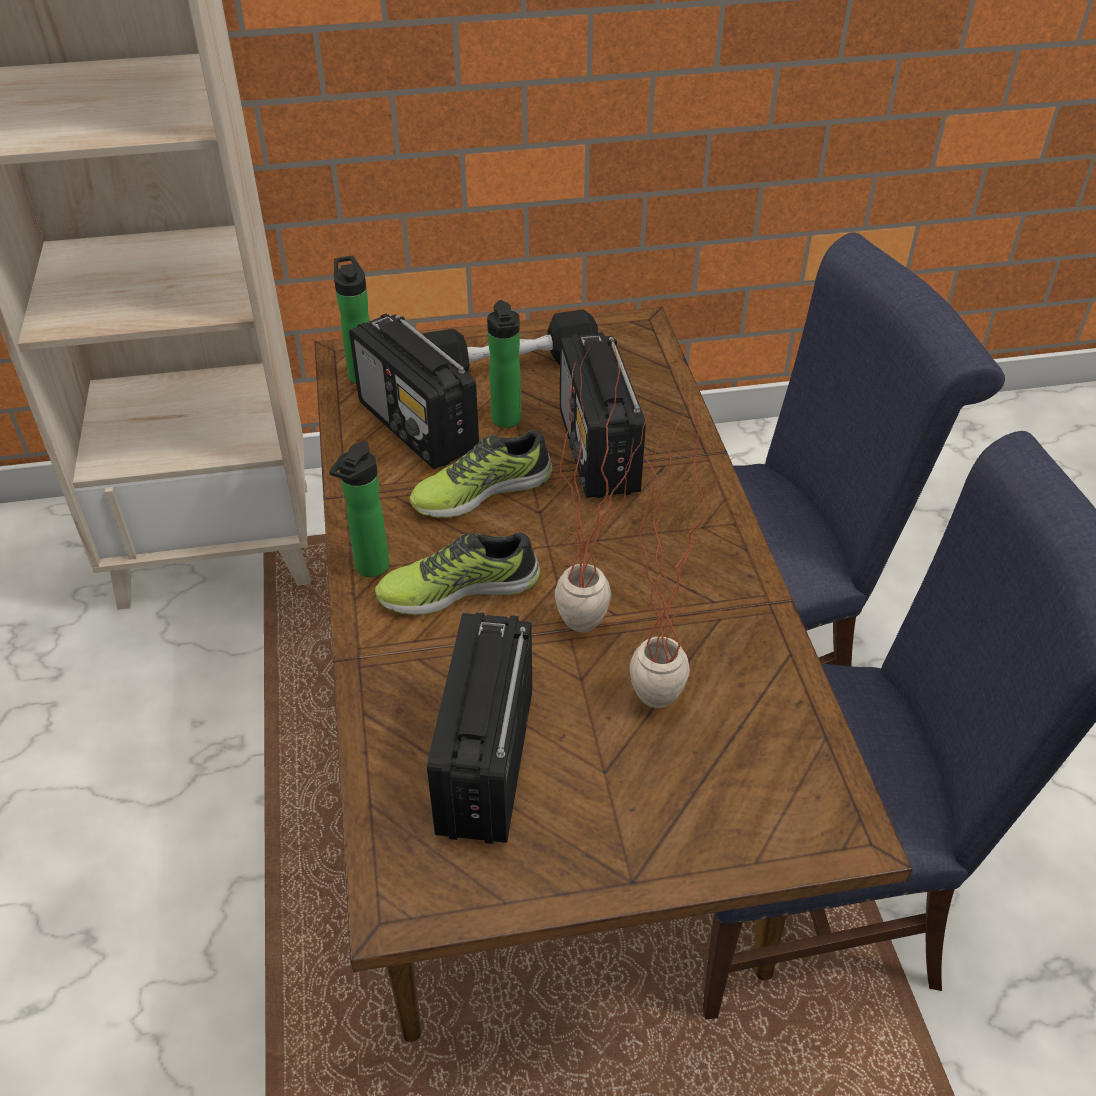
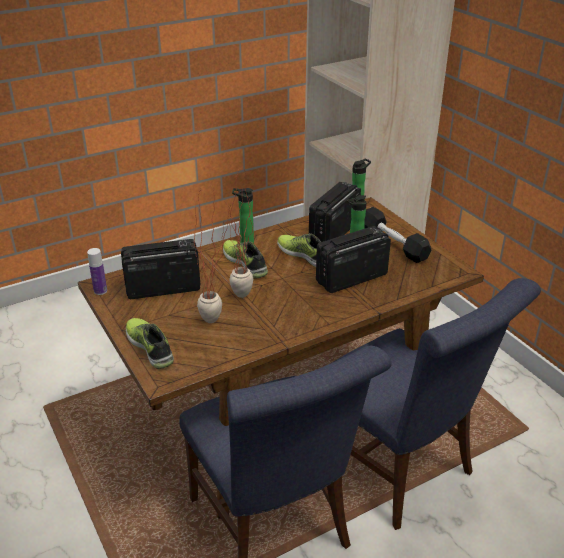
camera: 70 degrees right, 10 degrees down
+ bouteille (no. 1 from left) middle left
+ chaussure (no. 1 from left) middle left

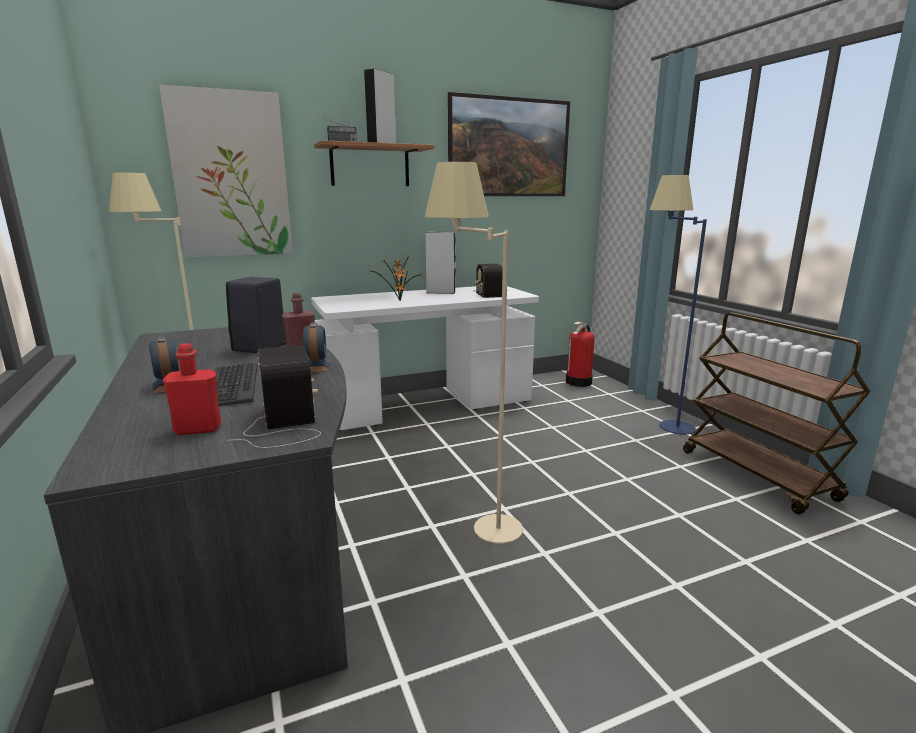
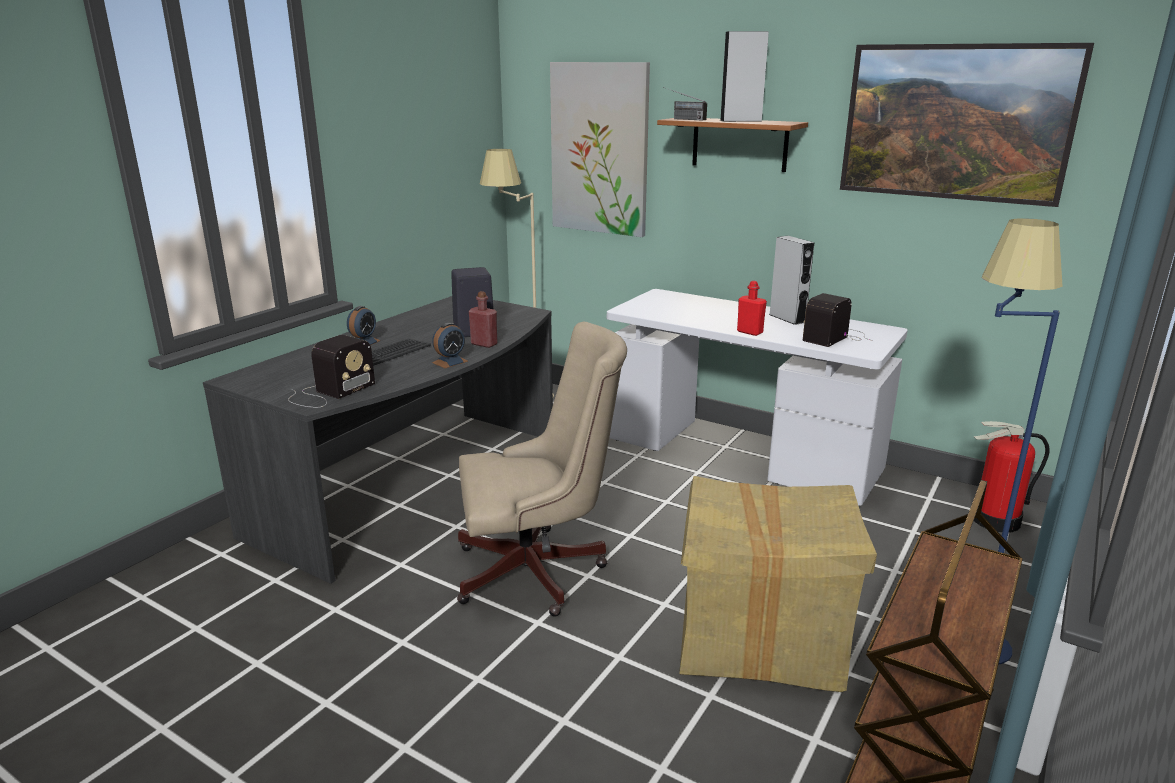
camera: 55 degrees right, 5 degrees up
~ lampadaire (beige) (no. 2 from left) centre to chaise de bureau (beige) centre
+ carton bottom centre
~ bouteille (rouge) (no. 1 from left in the first image) middle left to bouteille (rouge) (no. 2 from left) centre
- plante en pot centre

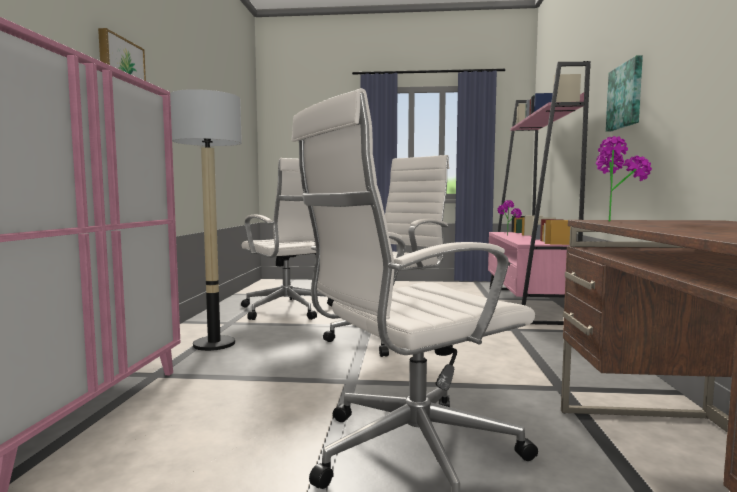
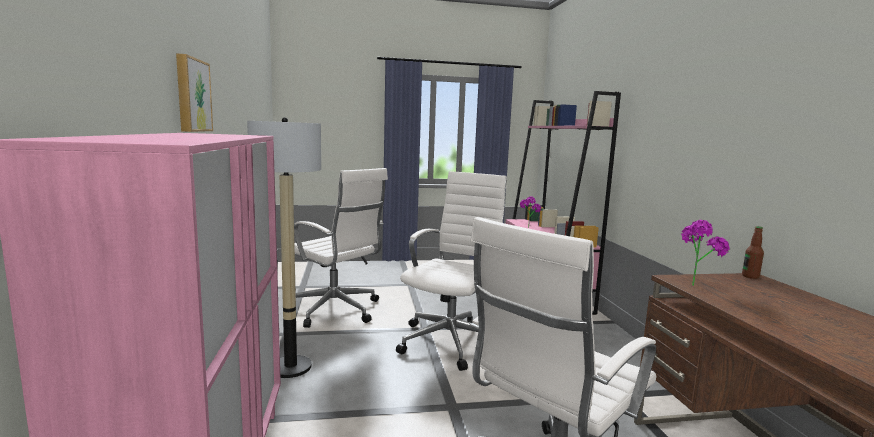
camera: 15 degrees left, 5 degrees up
+ bouteille middle right
- tableau (no. 2 from left) top right

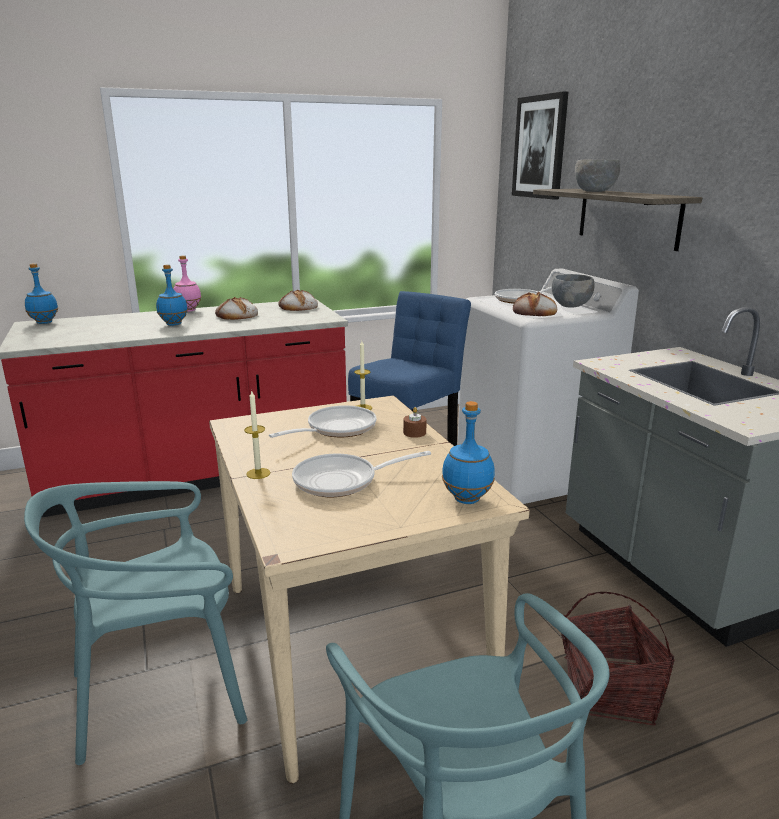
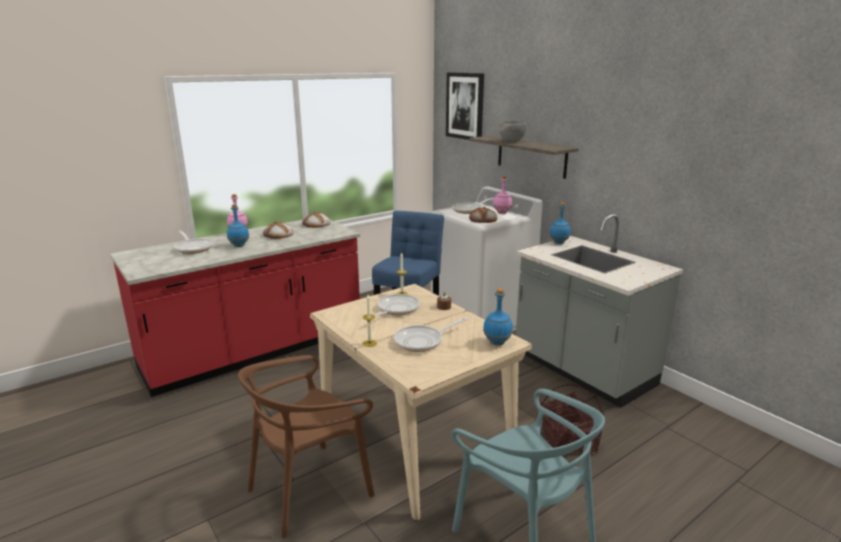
camera: 15 degrees left, 0 degrees up
+ poêle (no. 1 from left) middle left
~ chaise (turquoise) (no. 1 from left) bottom left to chaise (marron) bottom centre
~ bol (gris) (no. 1 from left) middle right to bouteille (rose) (no. 2 from left) centre
~ bouteille (bleu) (no. 1 from left in the first image) middle left to bouteille (bleu) (no. 3 from left) centre

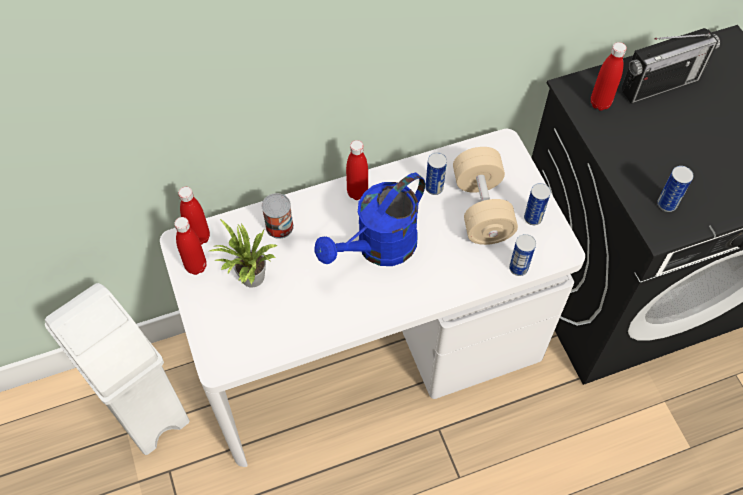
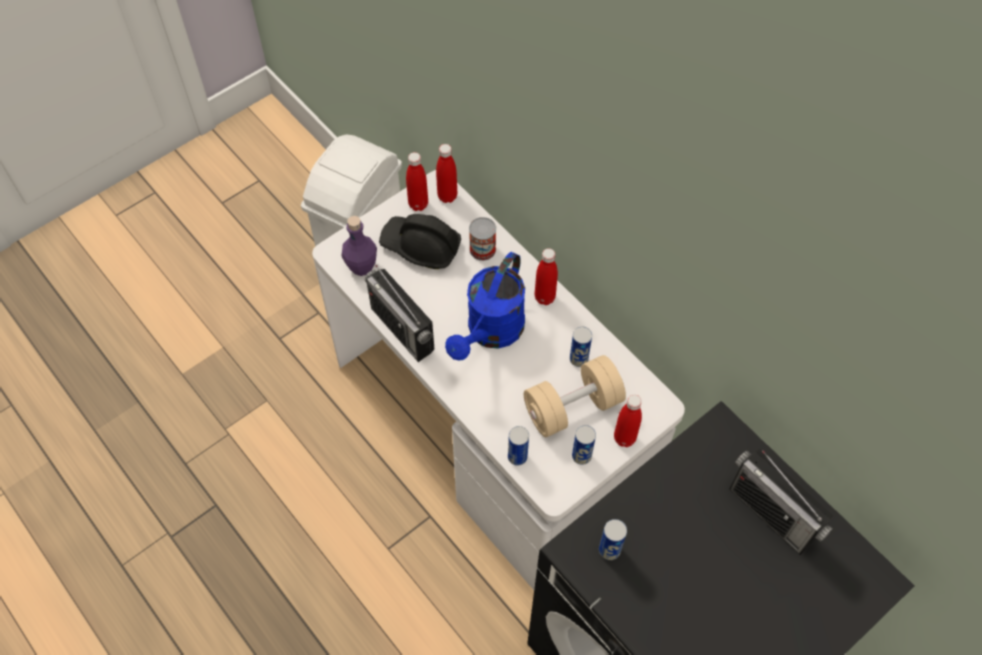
camera: 70 degrees right, 0 degrees up
+ bouteille (violet) centre
+ radio (no. 1 from left) centre
~ plante en pot middle left to casque de chantier (noir) centre
~ arrosoir (bleu) centre = centre 90 degrees counterclockwise
~ bouteille (rouge) (no. 4 from left) top right to centre

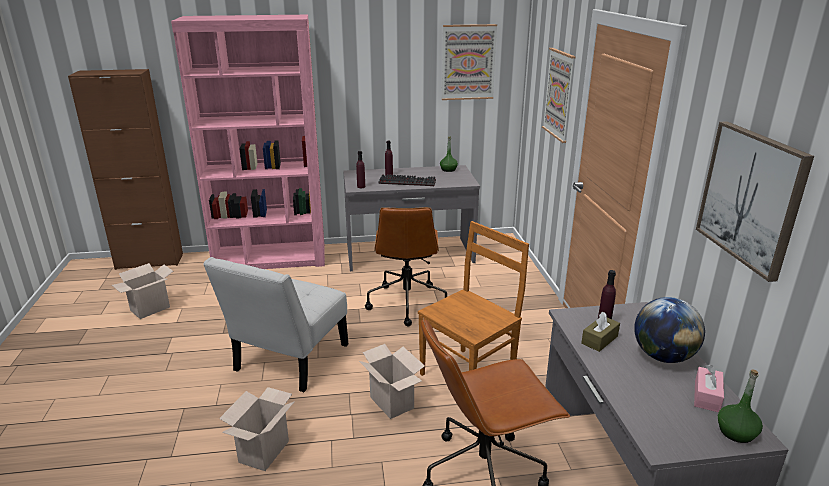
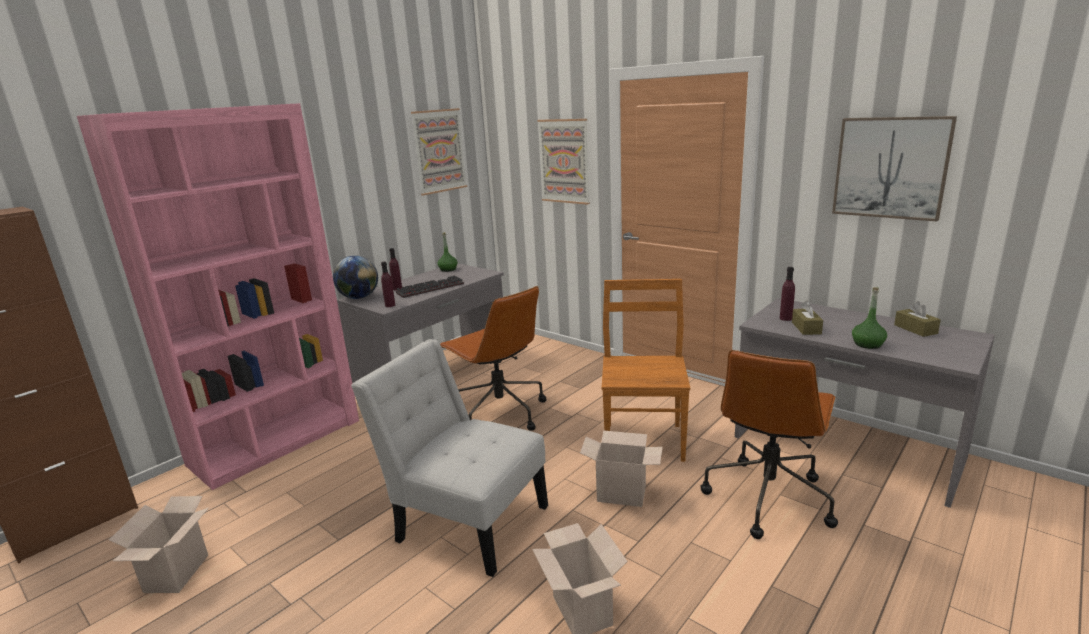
camera: 40 degrees left, 5 degrees down
~ globe bottom right to middle left
~ chaise (blanc) bottom left = bottom centre 135 degrees clockwise
~ bouteille (vert) (no. 2 from left) bottom right to middle right
~ boîte à mouchoirs (rose) bottom right to boîte à mouchoirs (marron) (no. 2 from left) middle right

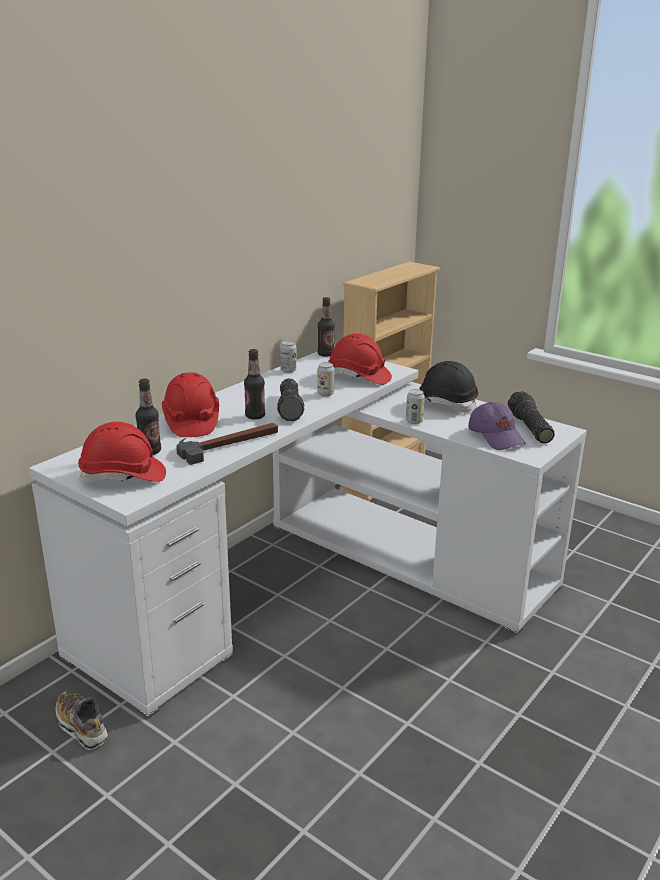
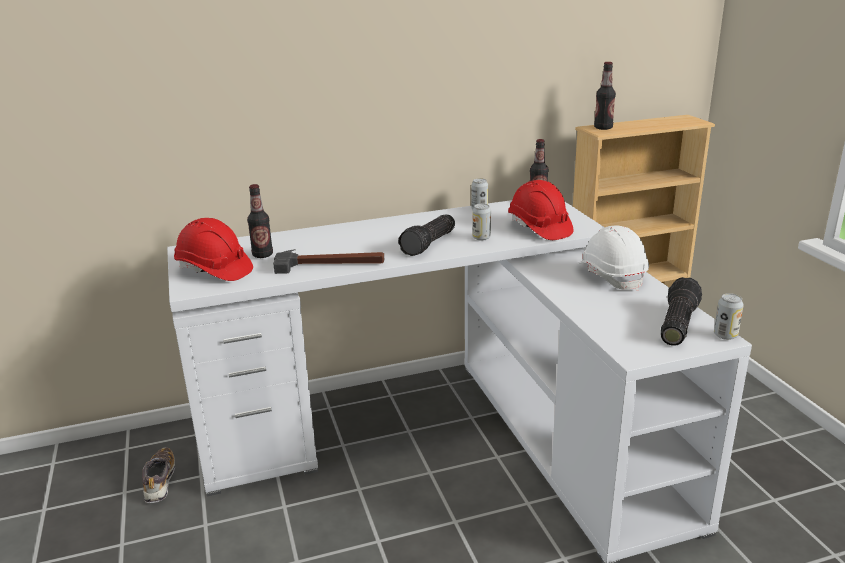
camera: 35 degrees right, 0 degrees up
~ casque de chantier (noir) middle right to casque de chantier (blanc) middle right
~ bouteille (no. 2 from left in the first image) centre to bouteille (no. 3 from left) top right
~ boîte métallique (no. 3 from left) centre to middle right
- casque de chantier (rouge) (no. 2 from left) middle left
- casquette (violet) middle right

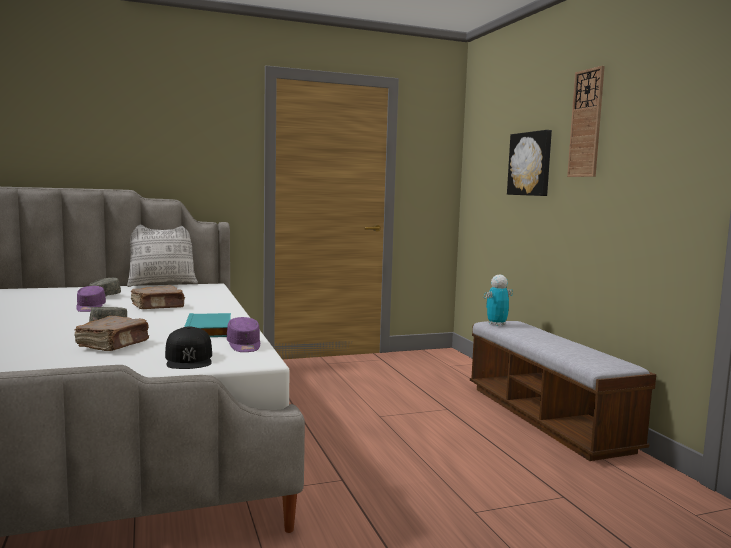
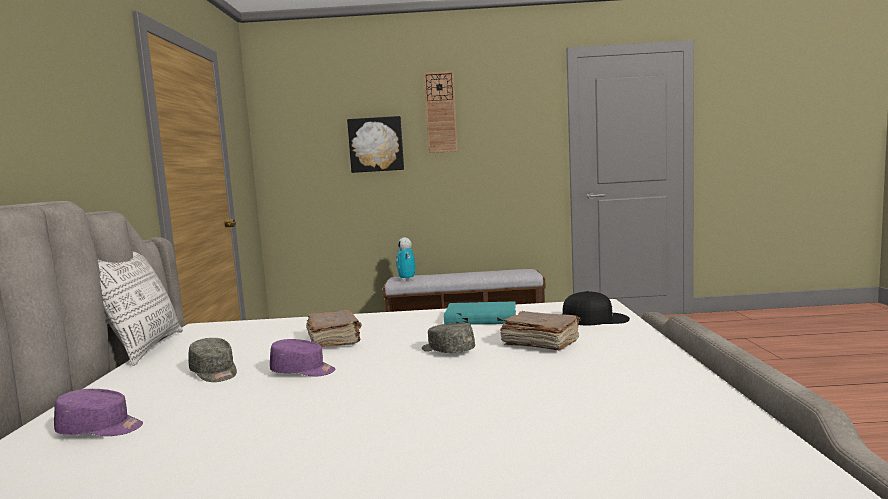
camera: 70 degrees left, 0 degrees up
~ casquette (violet) (no. 2 from left in the first image) middle left to casquette (violet) (no. 1 from left) bottom left

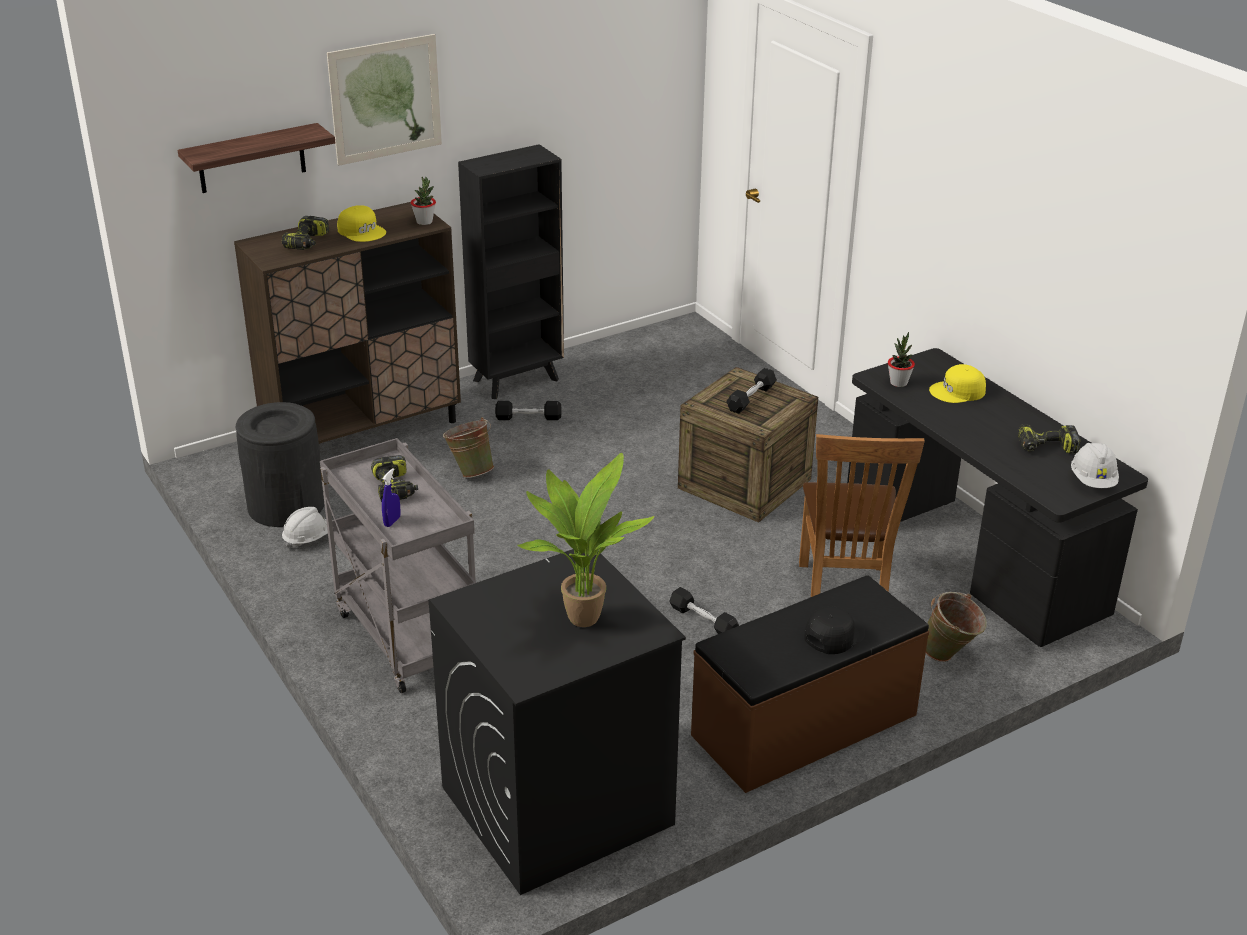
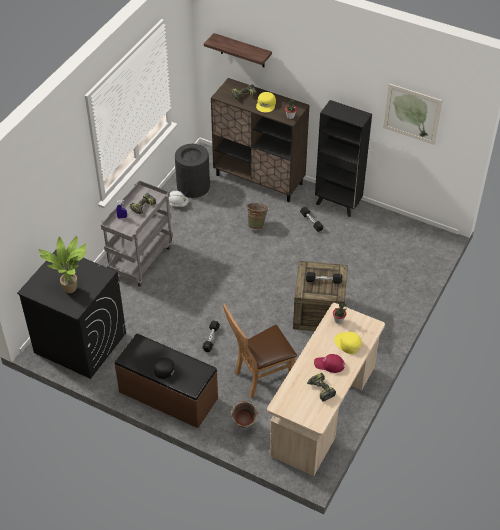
camera: 60 degrees right, 15 degrees up
~ bureau (noir) middle right to bureau (beige) bottom centre
+ casquette (rouge) bottom centre
~ tableau top left to top right
- casque de chantier (blanc) (no. 2 from left) middle right

